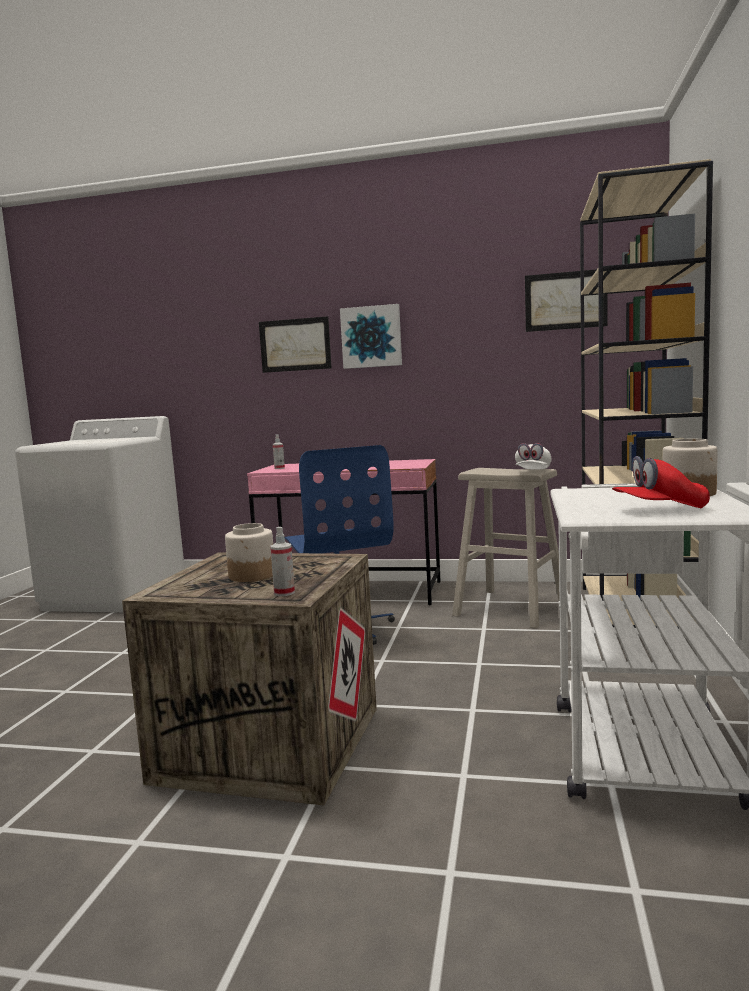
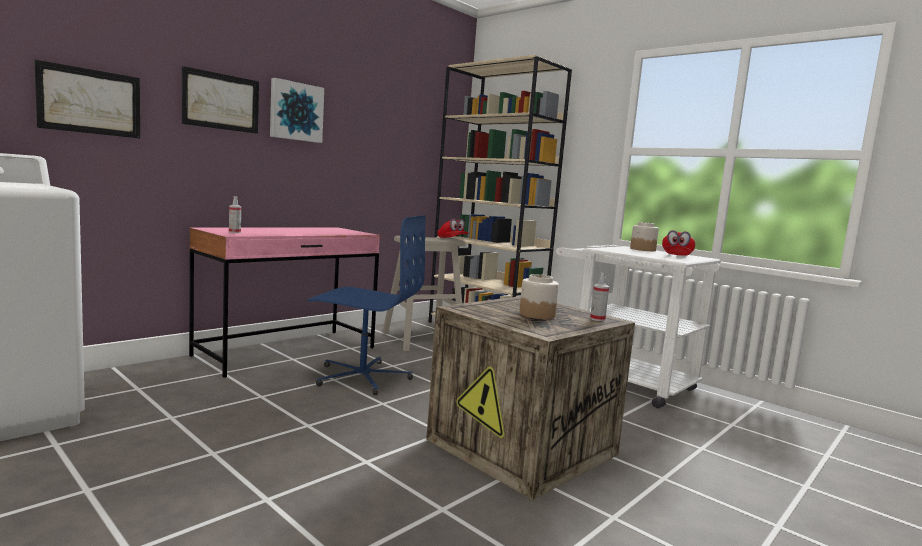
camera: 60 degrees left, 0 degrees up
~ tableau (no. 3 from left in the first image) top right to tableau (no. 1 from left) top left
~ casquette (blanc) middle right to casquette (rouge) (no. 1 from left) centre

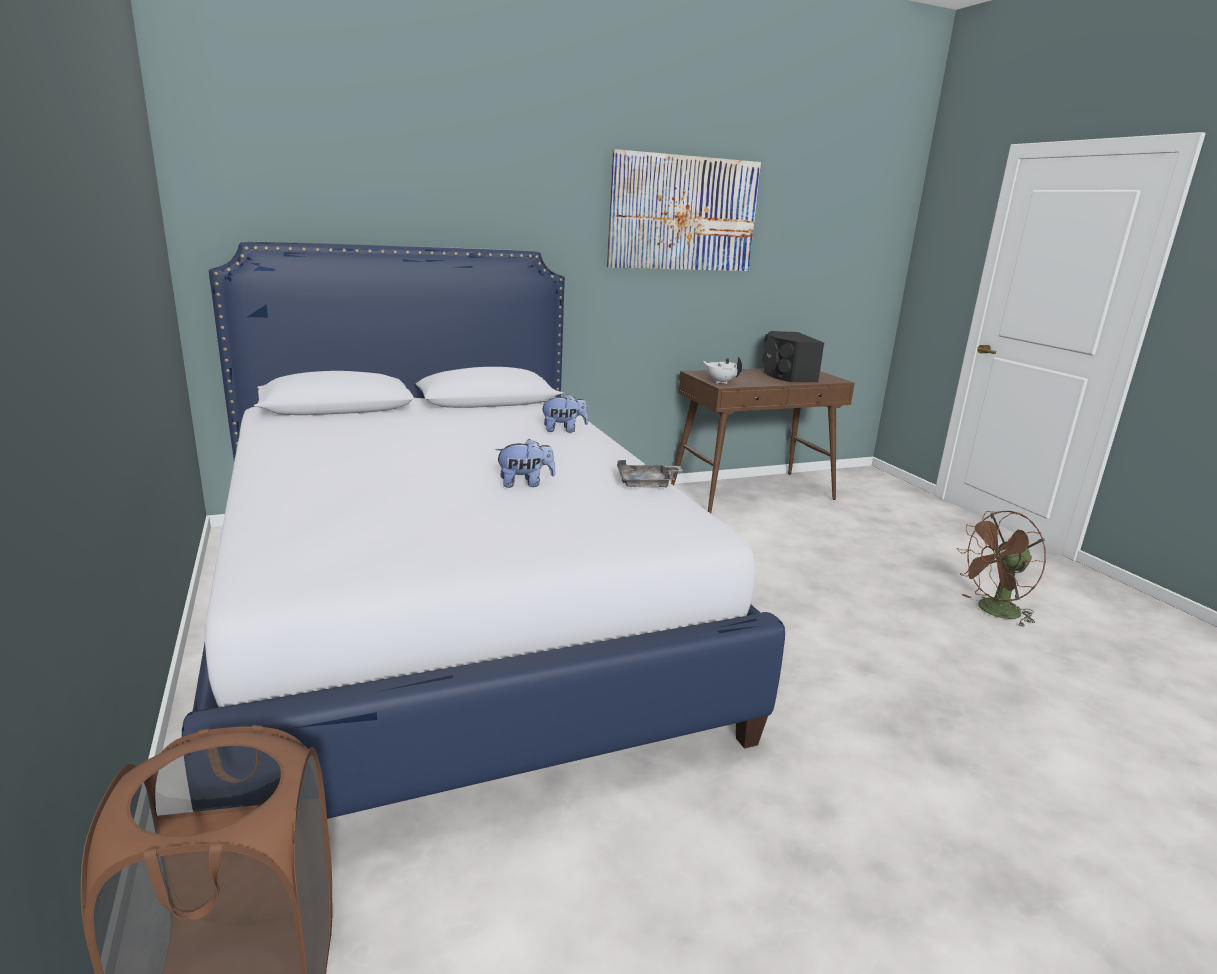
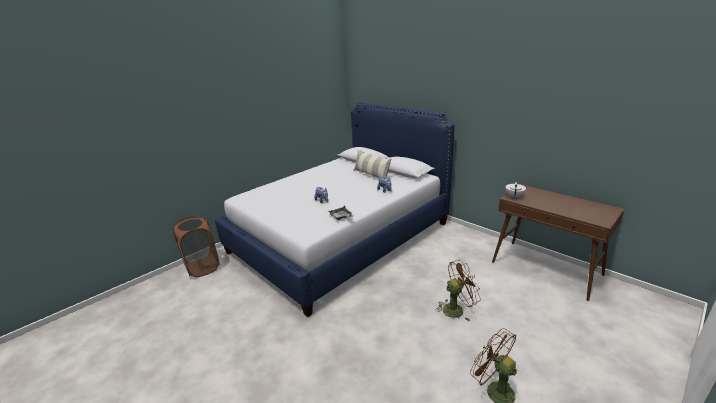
camera: 70 degrees right, 5 degrees up
+ coussin centre
+ ventilateur (marron) (no. 1 from left) bottom centre
- tableau top centre
- enceinte (noir) centre

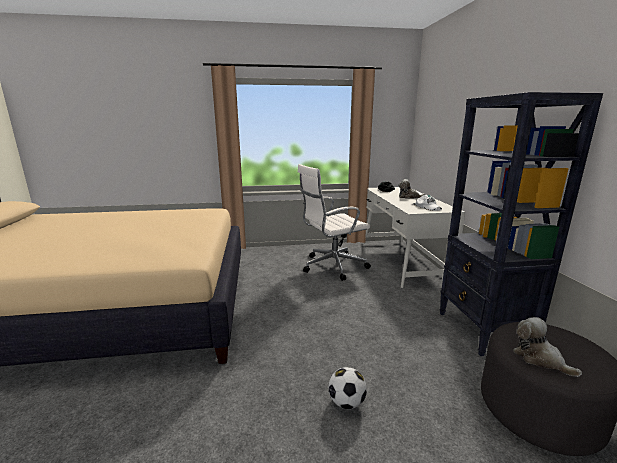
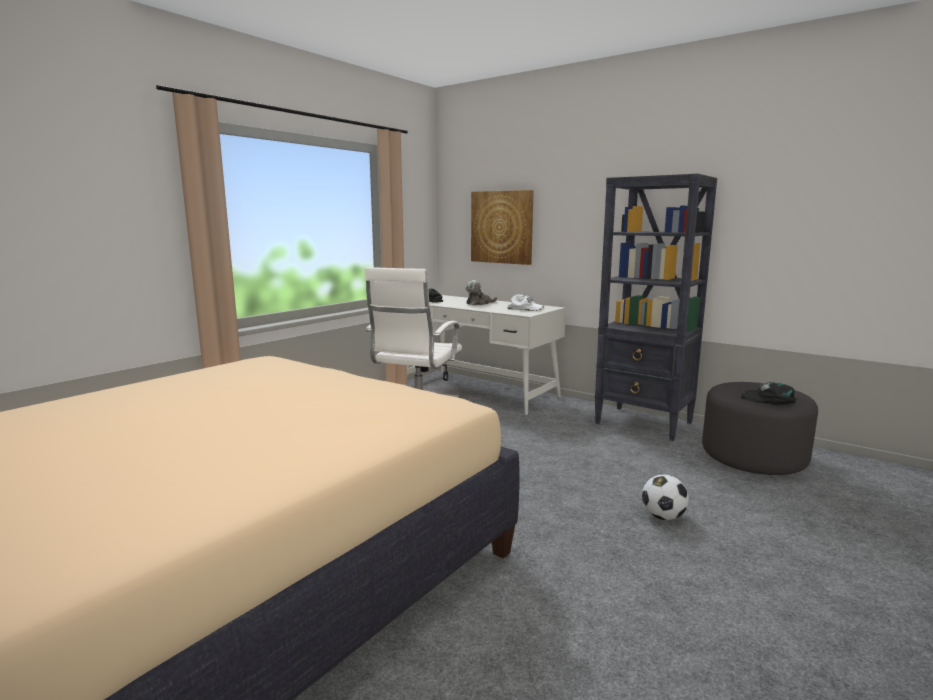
camera: 45 degrees left, 5 degrees down
+ tableau top centre
~ peluche (no. 2 from left) bottom right to casquette (noir) (no. 2 from left) middle right

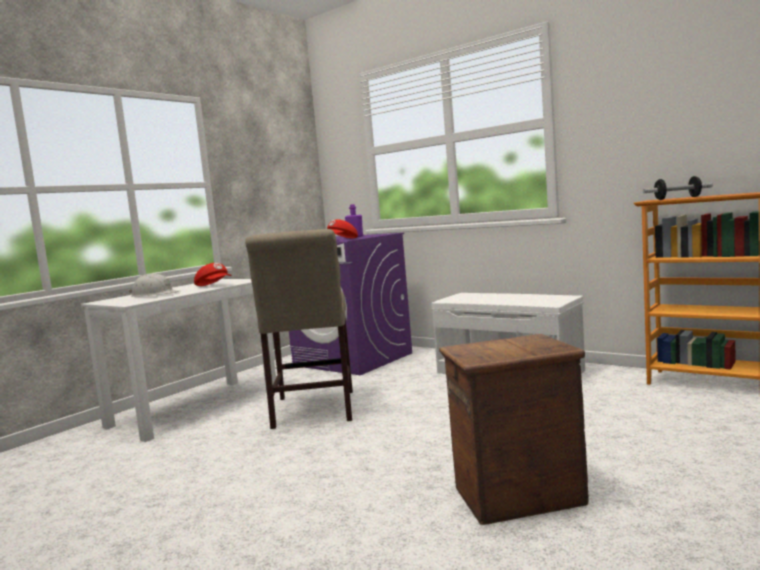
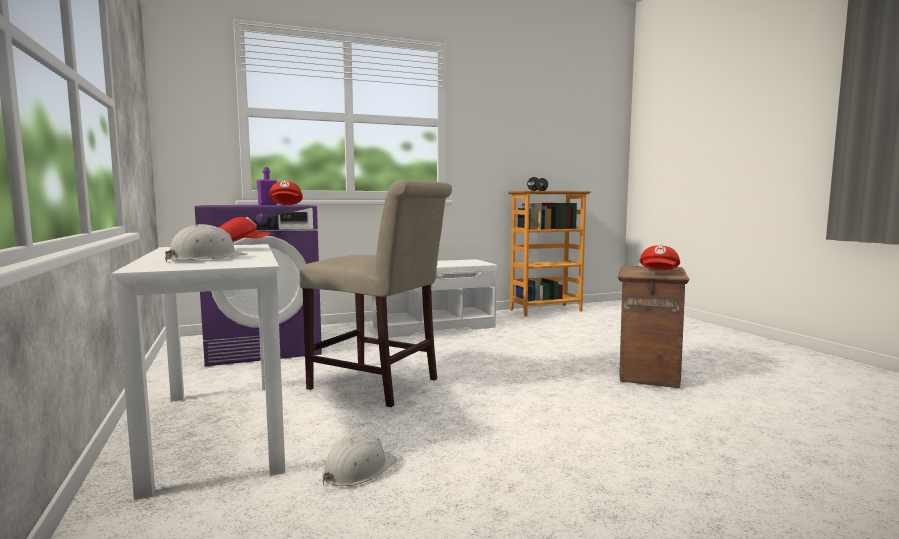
camera: 60 degrees left, 0 degrees up
+ casque de chantier (blanc) (no. 2 from left) bottom centre
+ casquette (rouge) (no. 3 from left) middle right

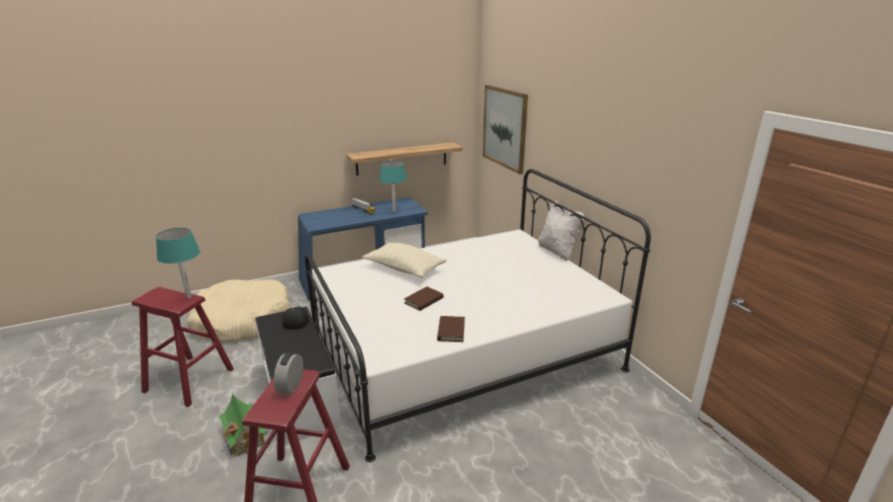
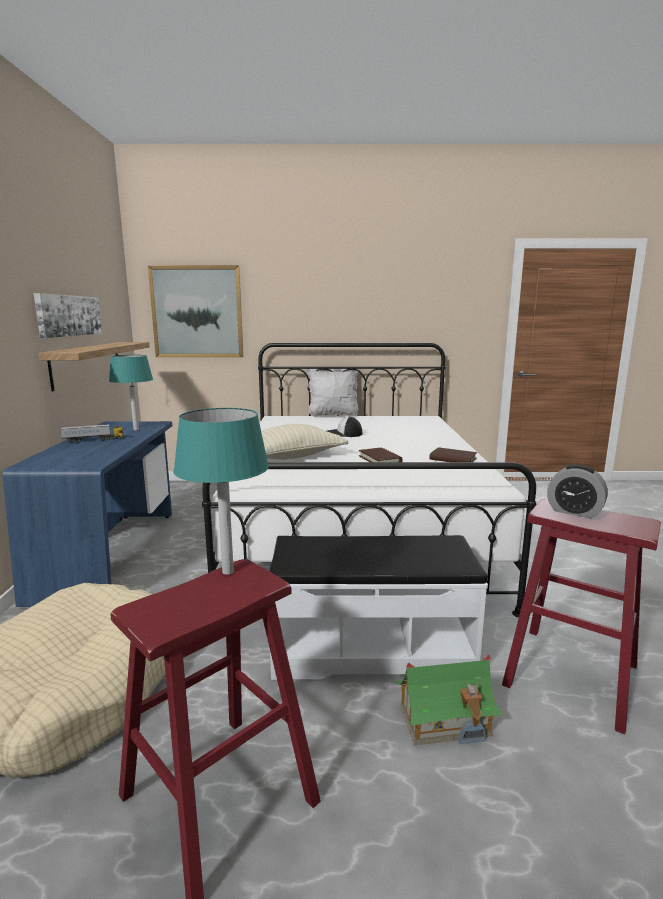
camera: 65 degrees left, 10 degrees down
+ tableau (no. 1 from left) middle left
~ casquette middle left to centre

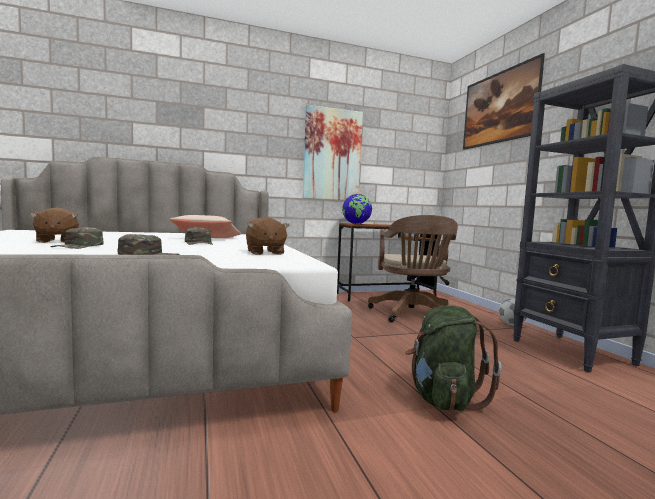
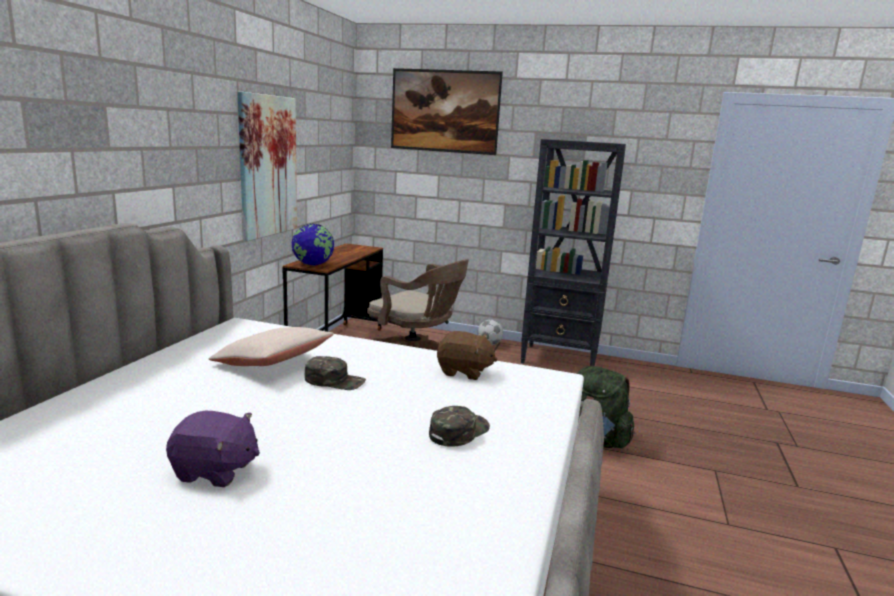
camera: 55 degrees left, 10 degrees up
~ peluche (marron) (no. 1 from left) middle left to peluche (violet) bottom left
- casquette (vert) (no. 1 from left) middle left

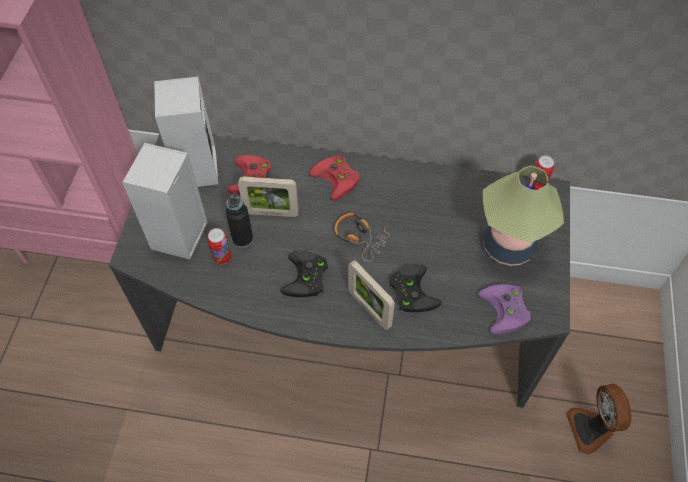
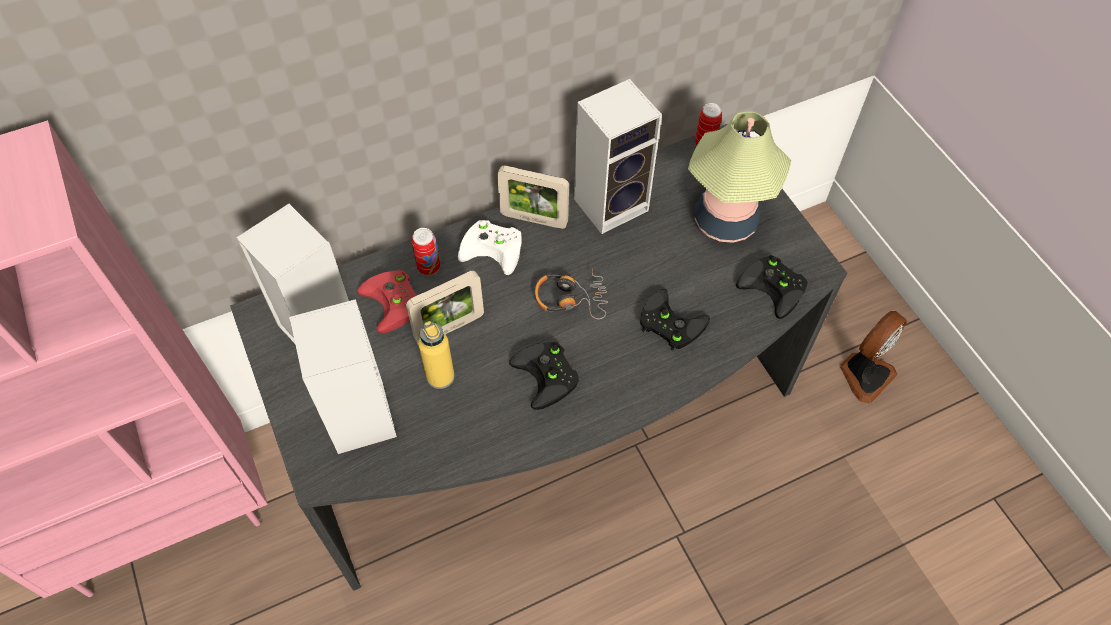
camera: 35 degrees left, 0 degrees up
~ boîte métallique (no. 1 from left) middle left to centre
~ bouteille (noir) centre to bouteille (jaune) centre
~ manette (rouge) (no. 2 from left) centre to manette (blanc) centre
~ cadre photo (no. 2 from left) centre to top centre
+ enceinte (no. 3 from left) top centre
~ manette (violet) middle right to manette (noir) (no. 3 from left) middle right
~ ventilateur bottom right = middle right 90 degrees counterclockwise

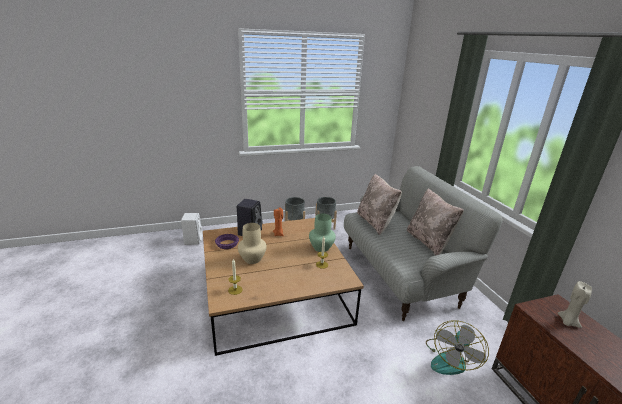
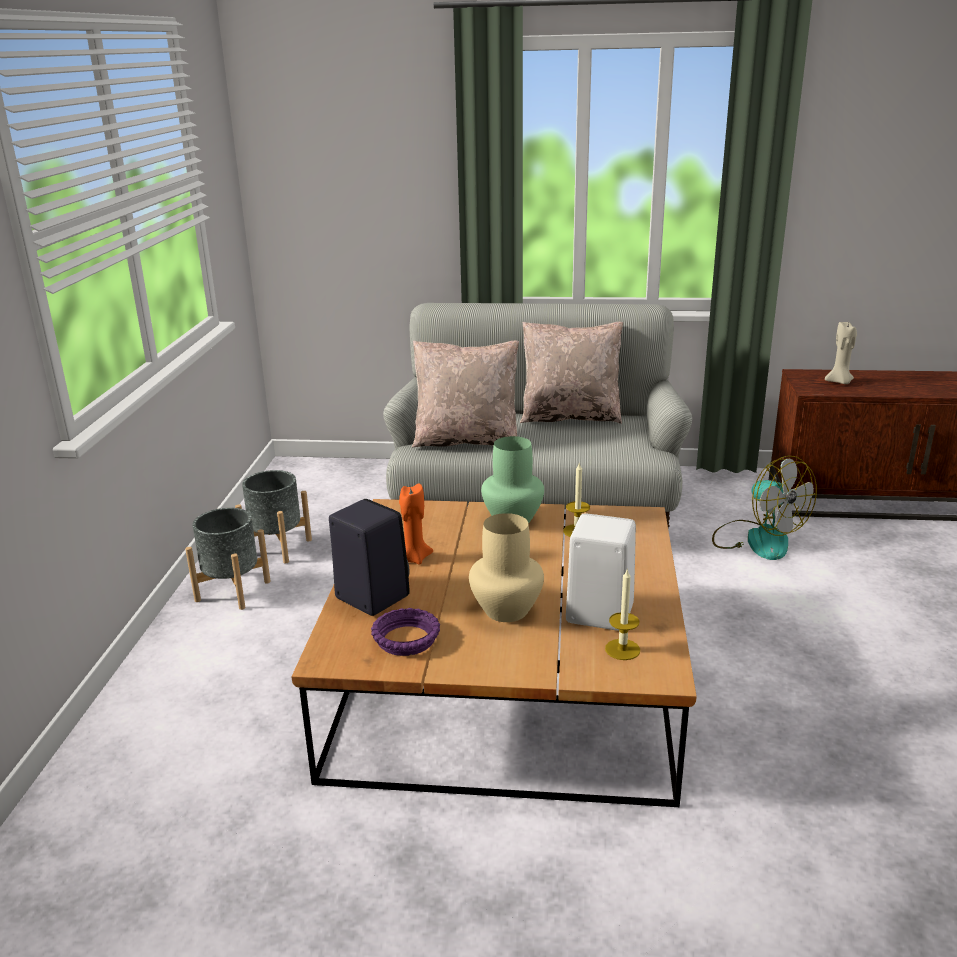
camera: 65 degrees left, 0 degrees up
~ enceinte (blanc) middle left to centre

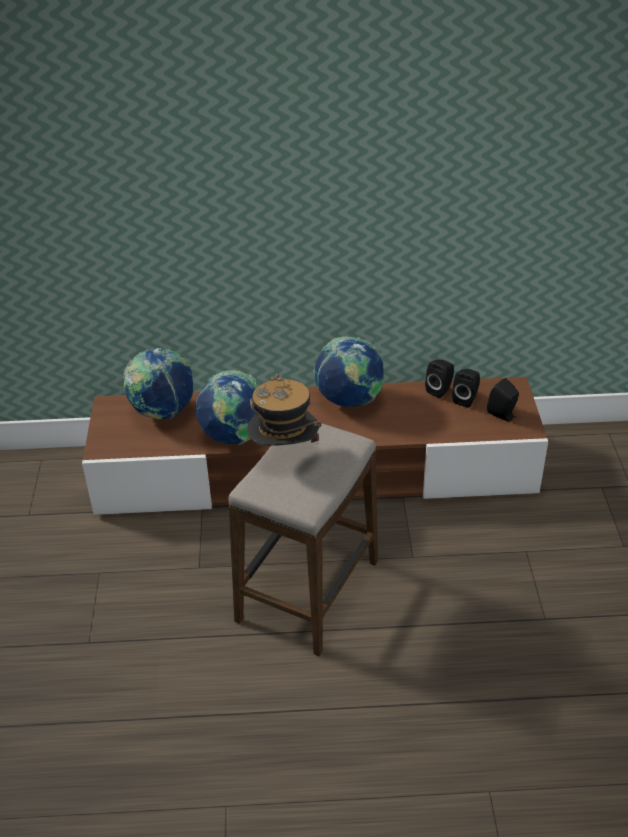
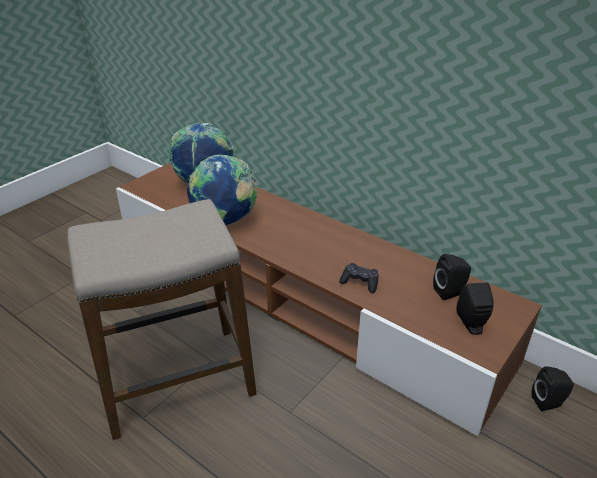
camera: 40 degrees right, 5 degrees down
+ manette (noir) centre
~ enceinte (noir) (no. 1 from left in the first image) middle right to enceinte (noir) (no. 3 from left) bottom right
- chapeau centre
- globe (no. 3 from left) centre

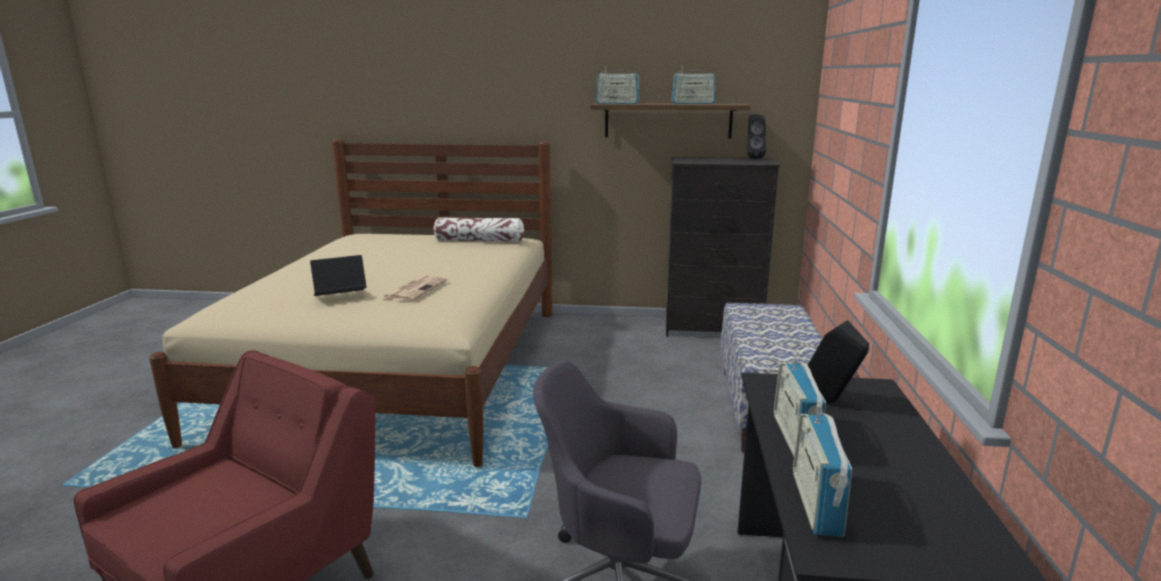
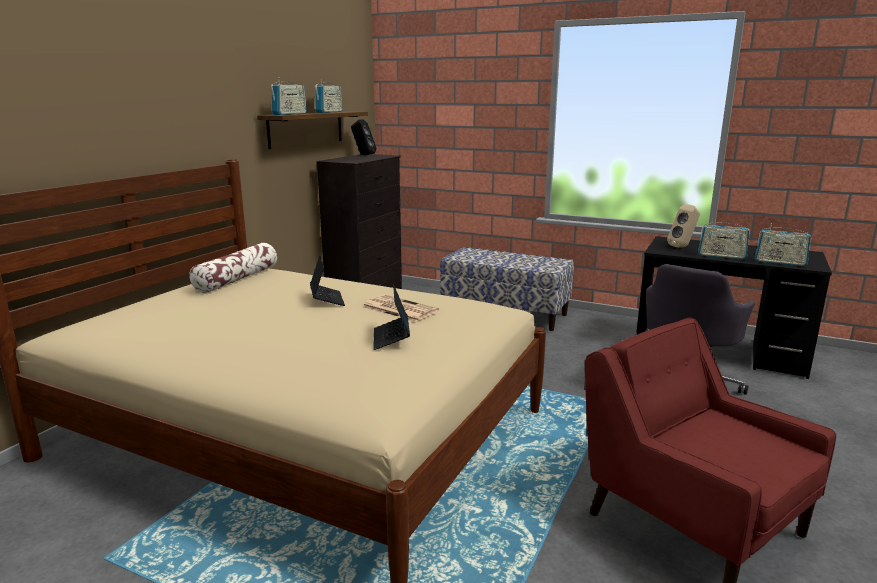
camera: 70 degrees left, 0 degrees up
+ ordinateur portable (no. 1 from left) centre
~ enceinte (noir) (no. 2 from left) middle right to enceinte (beige) middle right

